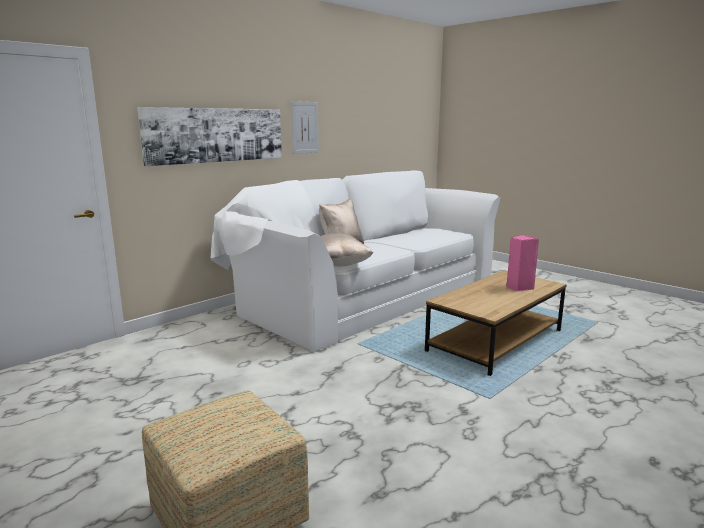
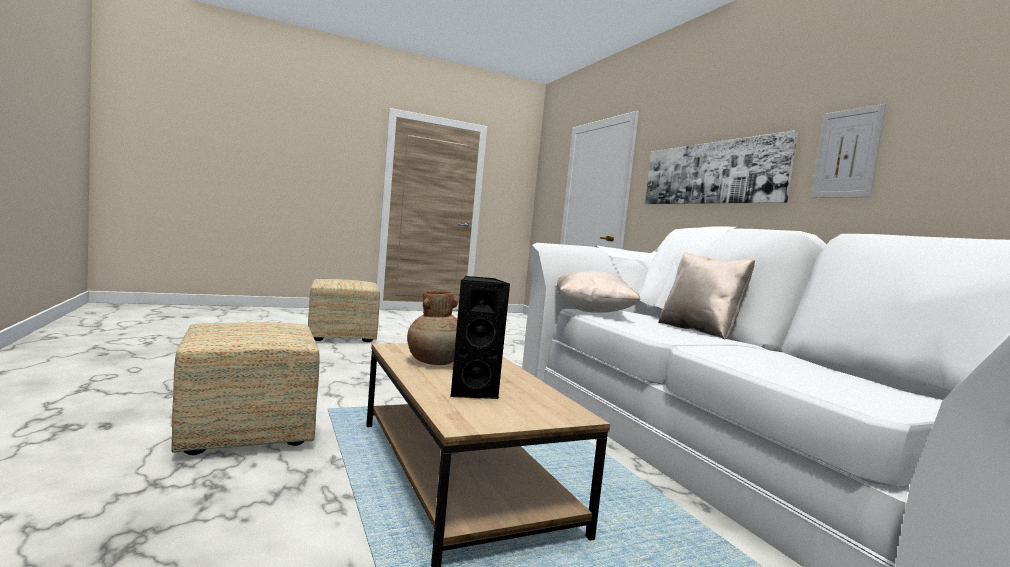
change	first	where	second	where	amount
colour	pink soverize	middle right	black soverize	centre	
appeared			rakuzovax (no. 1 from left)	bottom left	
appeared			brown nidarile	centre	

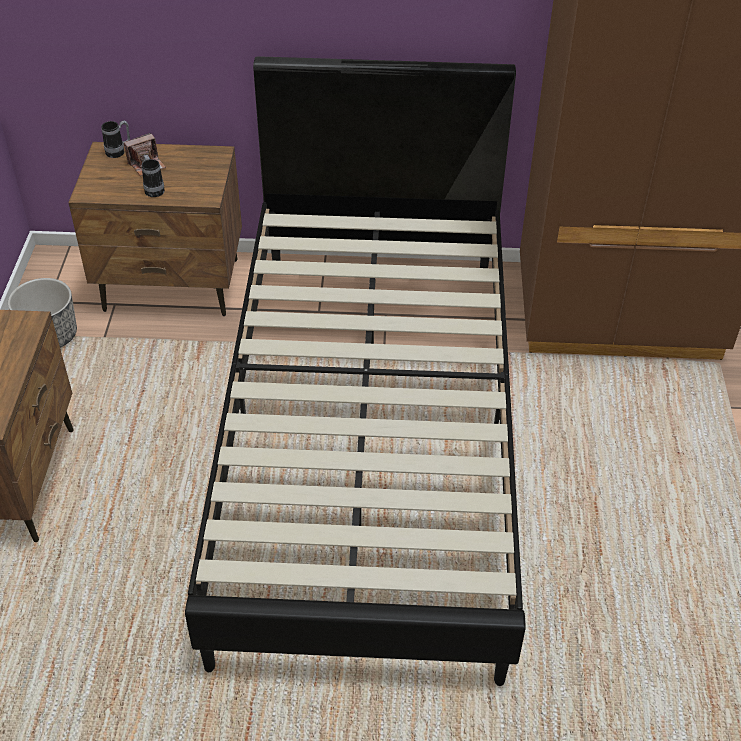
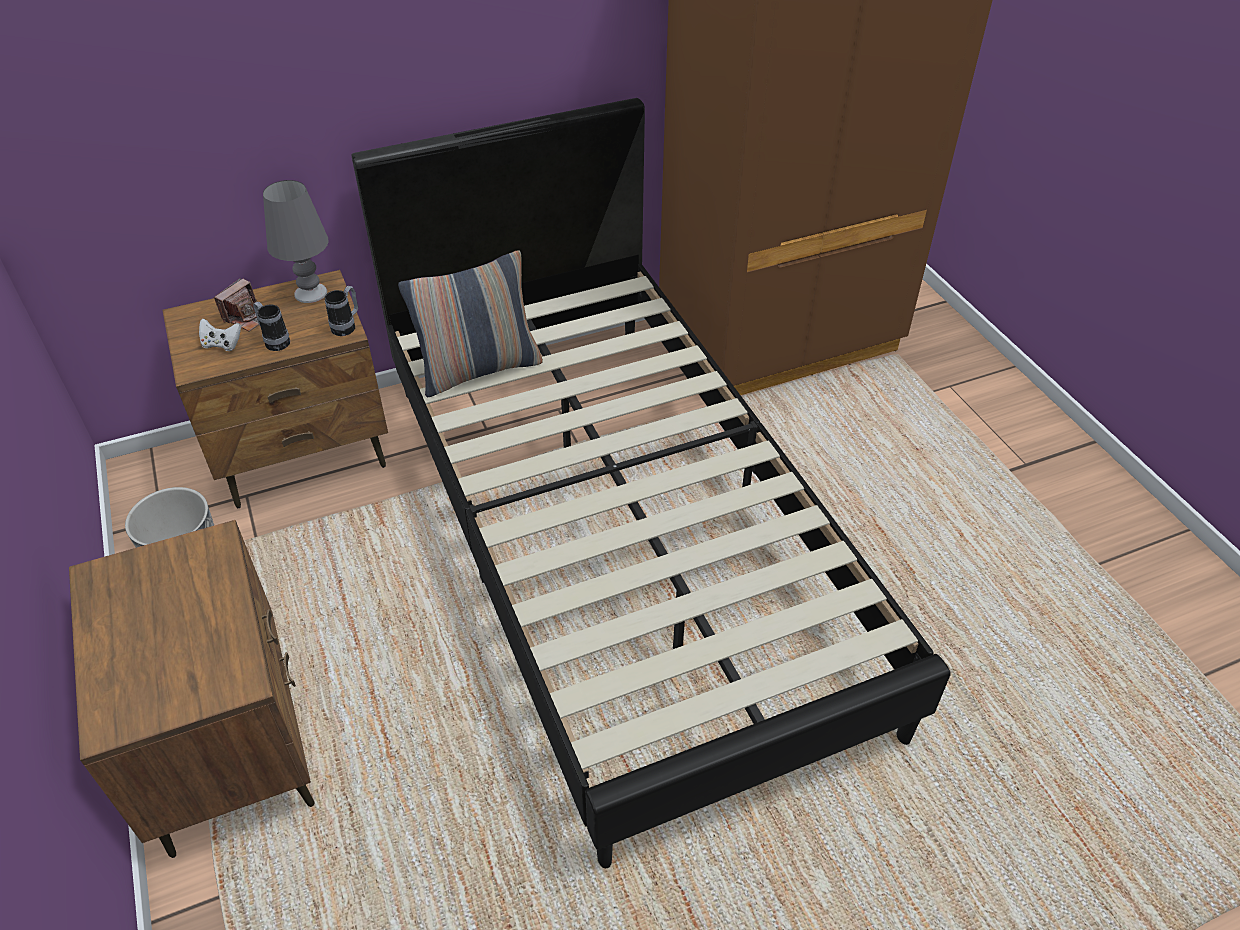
change	first	where	second	where	amount
relocated	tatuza (no. 1 from left in the first image)	top left	tatuza (no. 2 from left)	middle left	
appeared			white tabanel	middle left	
appeared			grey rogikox	top left	
appeared			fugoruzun	centre	

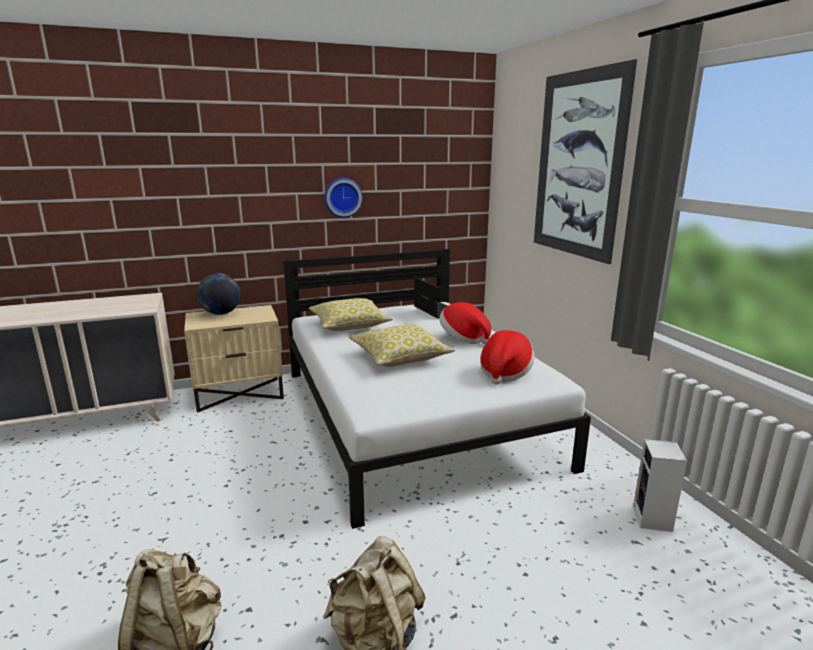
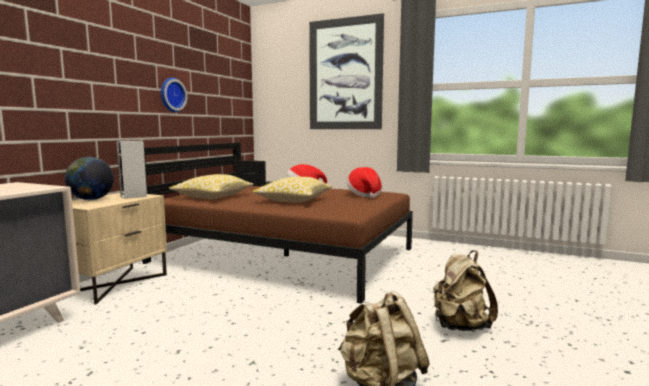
change	first	where	second	where	amount
colour	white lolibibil	centre	brown lolibibil	centre	
relocated	soverize	bottom right		middle left	

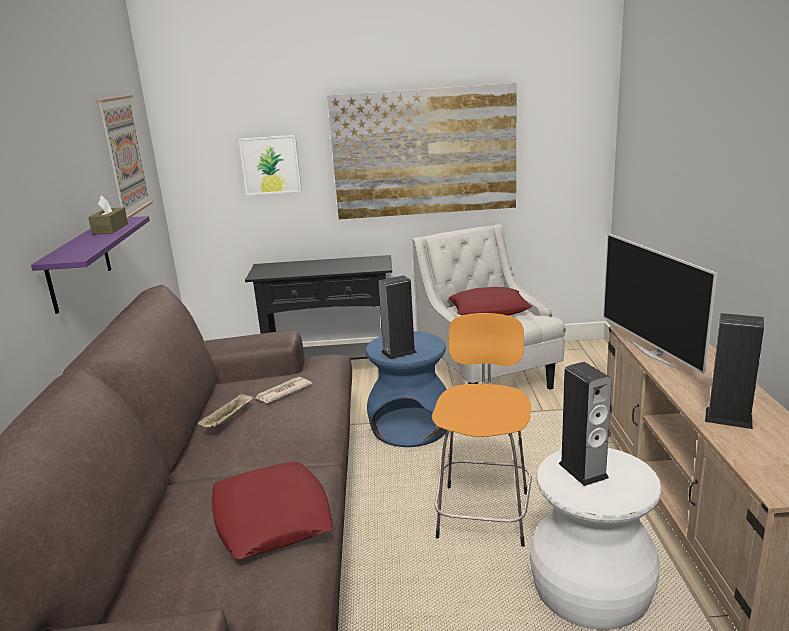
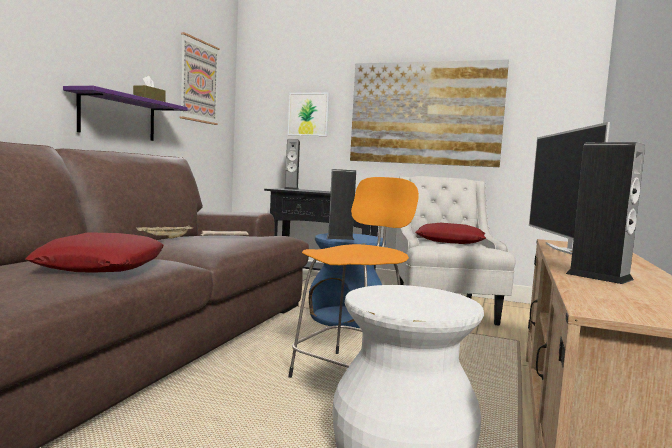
change	first	where	second	where	amount
relocated	soverize (no. 2 from left in the first image)	bottom right	soverize (no. 1 from left)	centre	

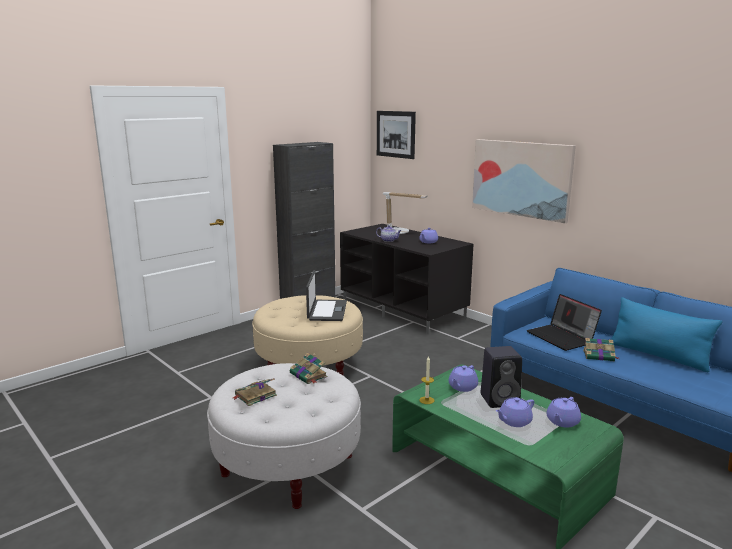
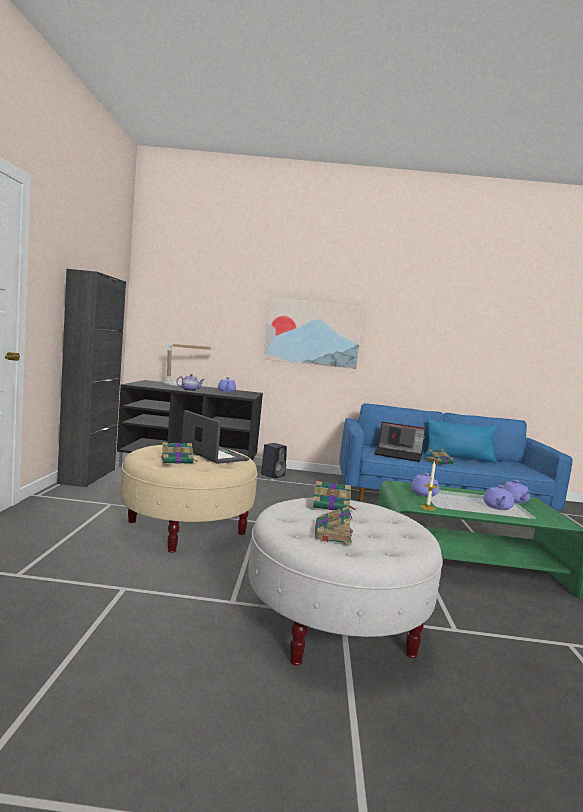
change	first	where	second	where	amount
missing	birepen (no. 1 from left)	top centre			
relocated	black soverize	bottom right		centre	
appeared			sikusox (no. 1 from left)	middle left	

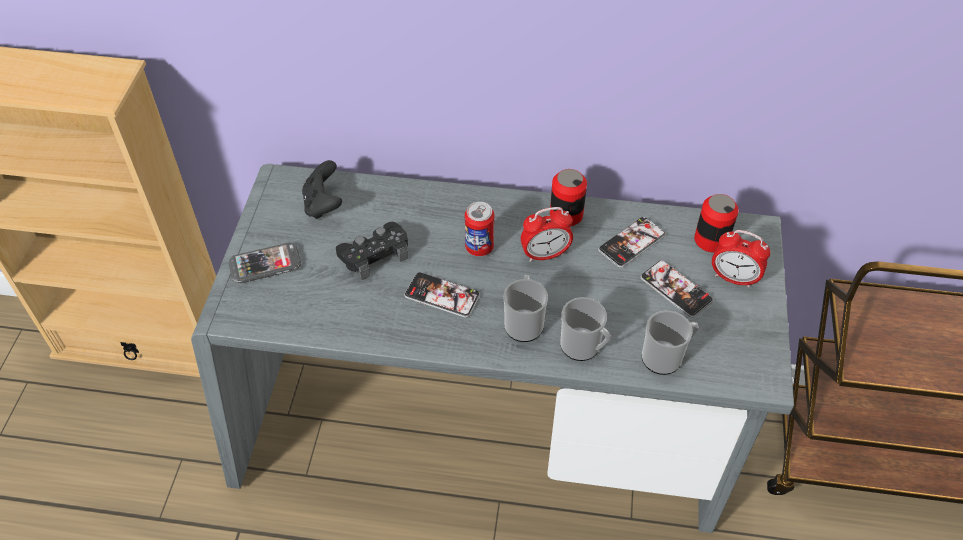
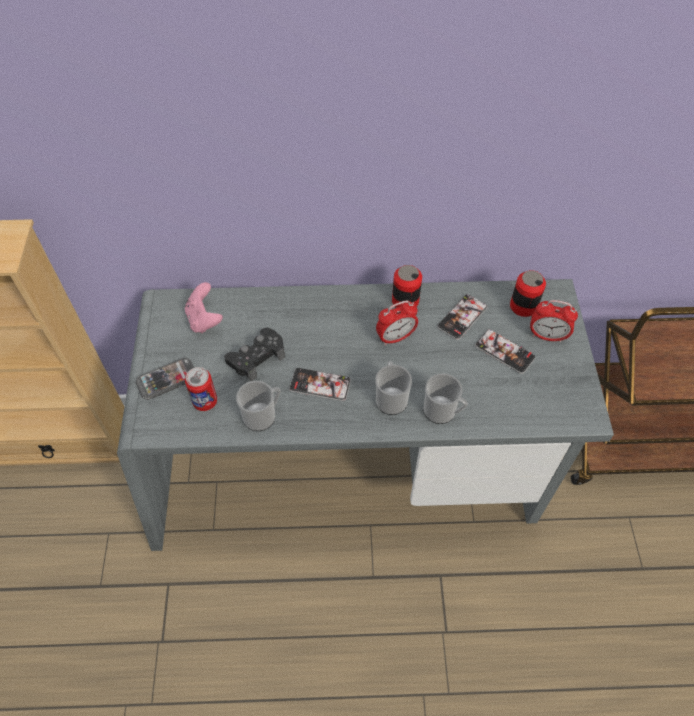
change	first	where	second	where	amount
colour	black tabanel (no. 1 from left)	centre	pink tabanel	middle left	
relocated	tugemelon (no. 1 from left)	centre		middle left	
relocated	tatuza (no. 3 from left in the first image)	middle right	tatuza (no. 1 from left)	centre	

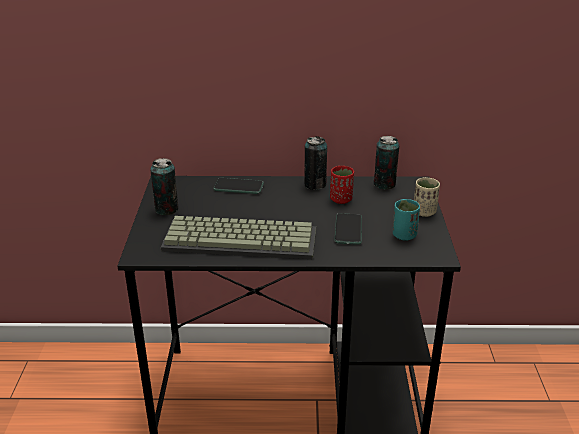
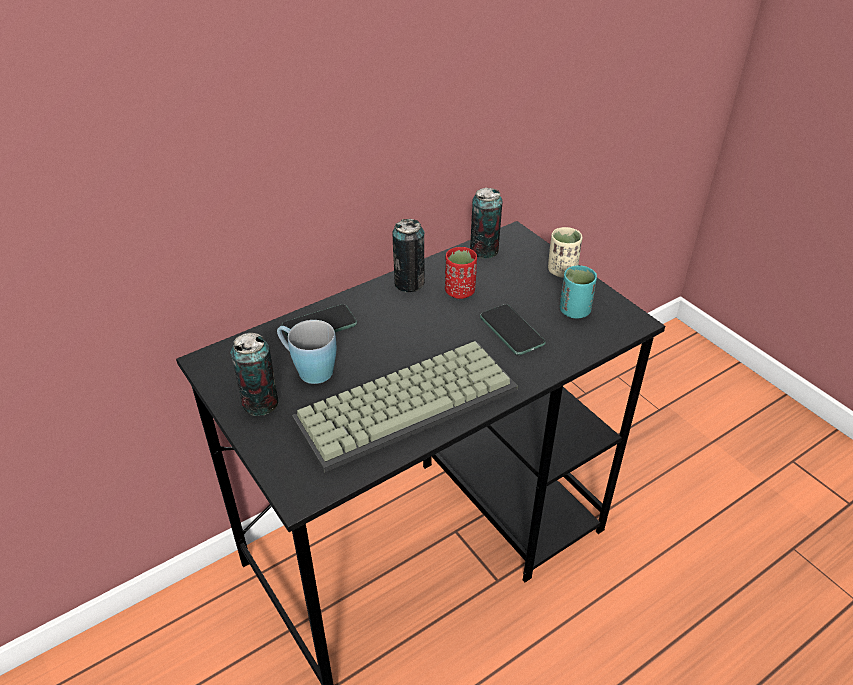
change	first	where	second	where	amount
appeared			blue tatuza	centre	

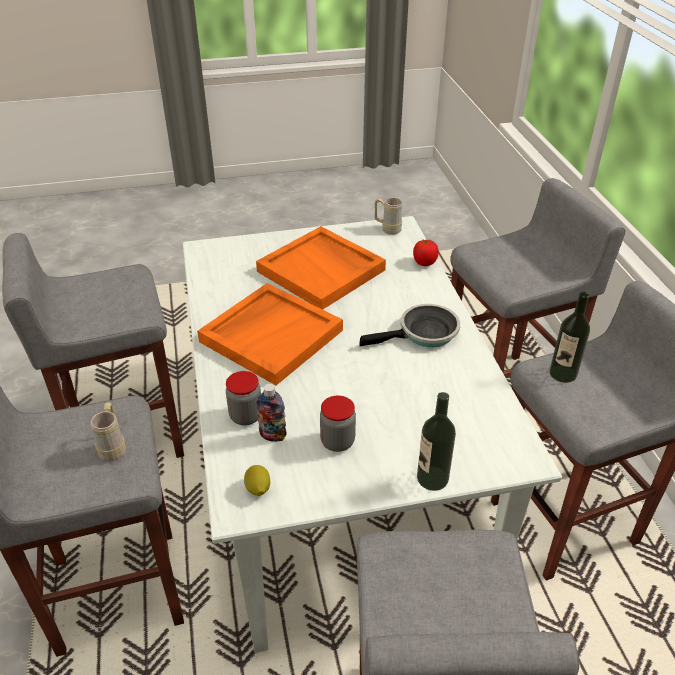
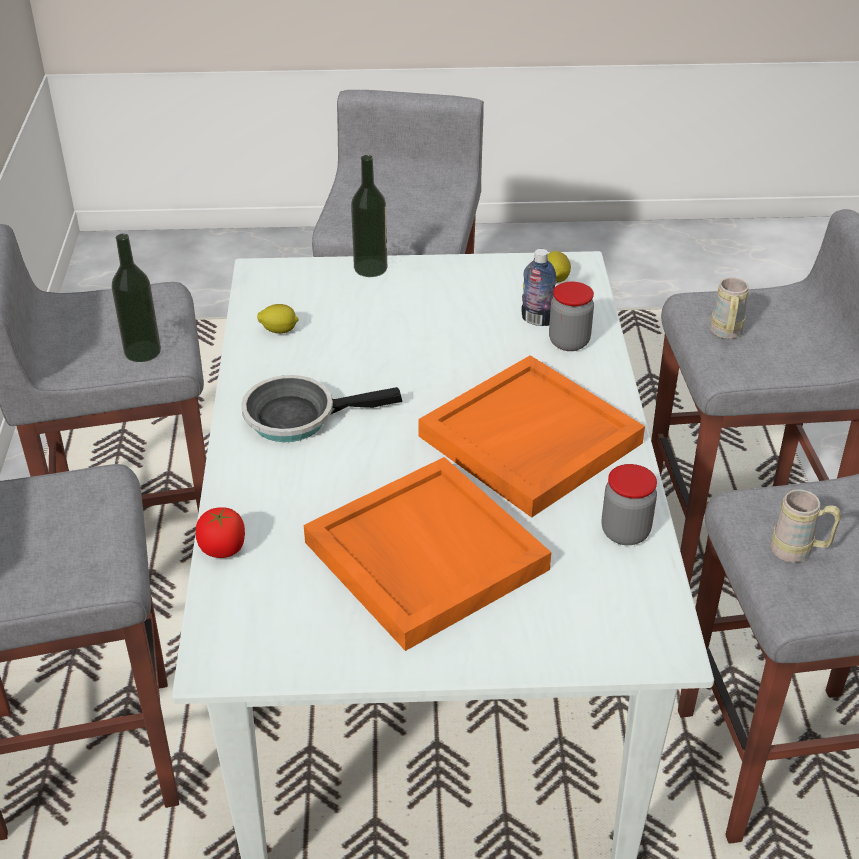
change	first	where	second	where	amount
relocated	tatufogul (no. 2 from left)	centre		middle right	
relocated	beige tatuza (no. 2 from left)	top centre		middle right	
appeared			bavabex (no. 1 from left)	middle left	

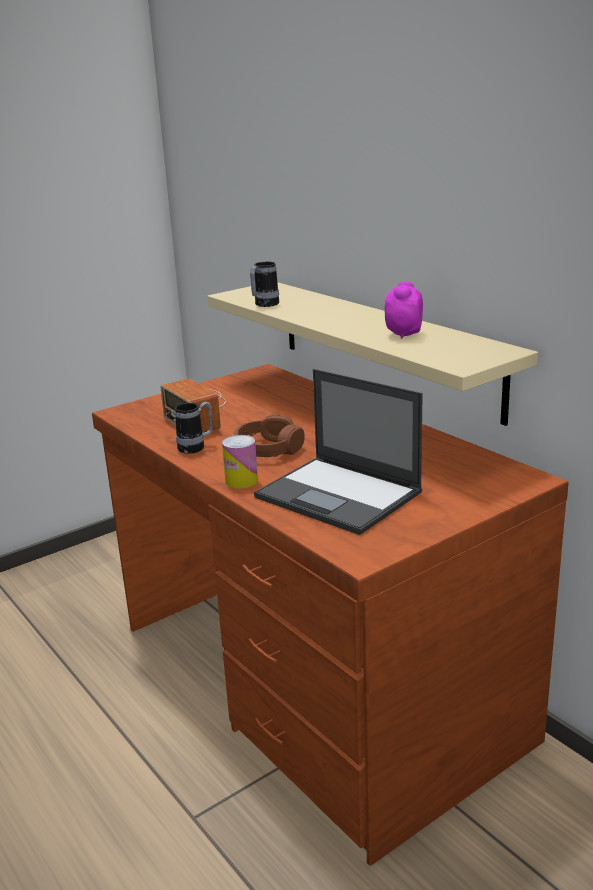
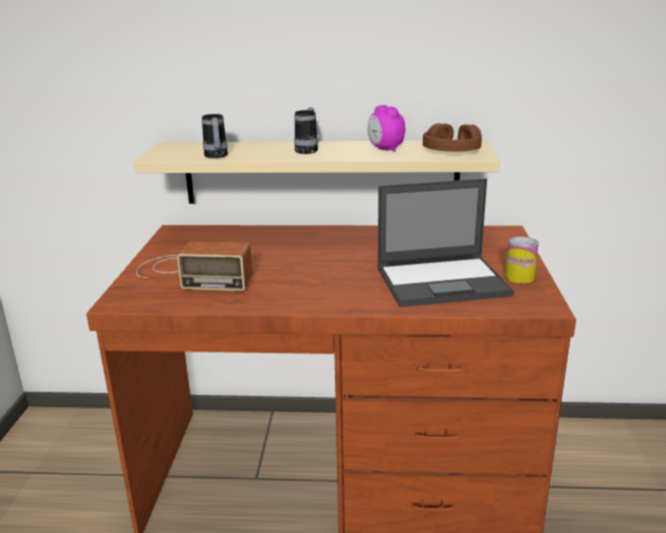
change	first	where	second	where	amount
relocated	tatuza (no. 1 from left in the first image)	middle left	tatuza (no. 2 from left)	top centre	
relocated	tugemelon	centre		middle right	
relocated	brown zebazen	centre		top right	

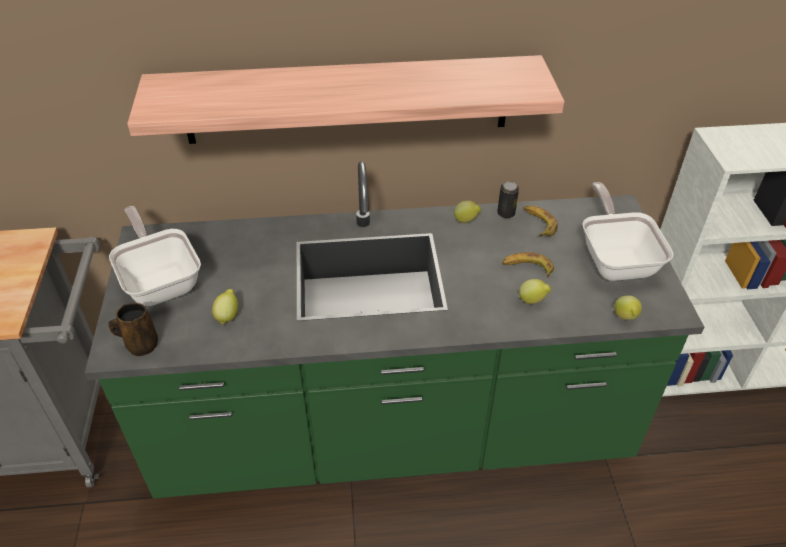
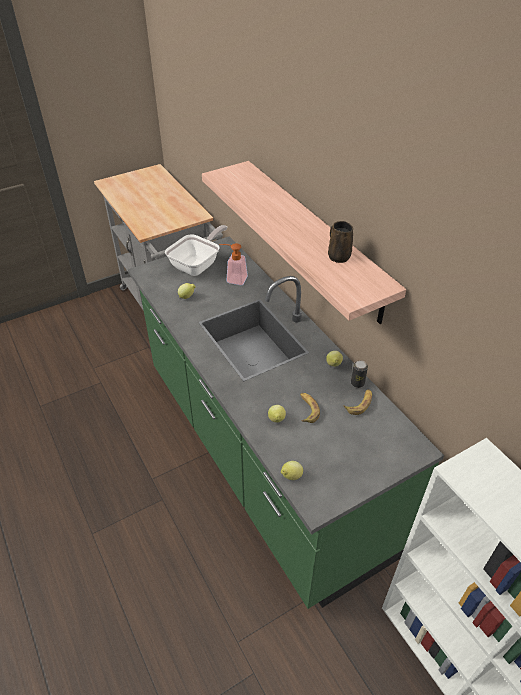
change	first	where	second	where	amount
relocated	brown tatuza	middle left		centre	
missing	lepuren (no. 2 from left)	middle right			
appeared			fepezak	centre	

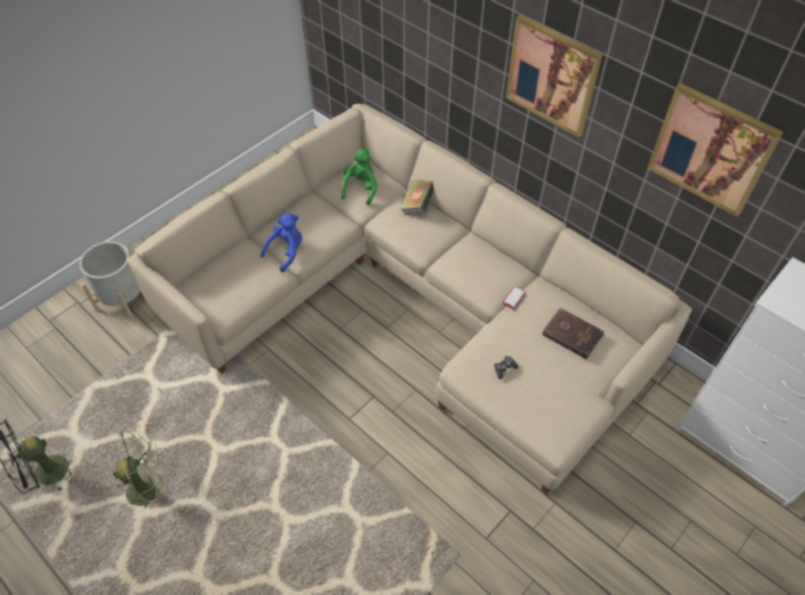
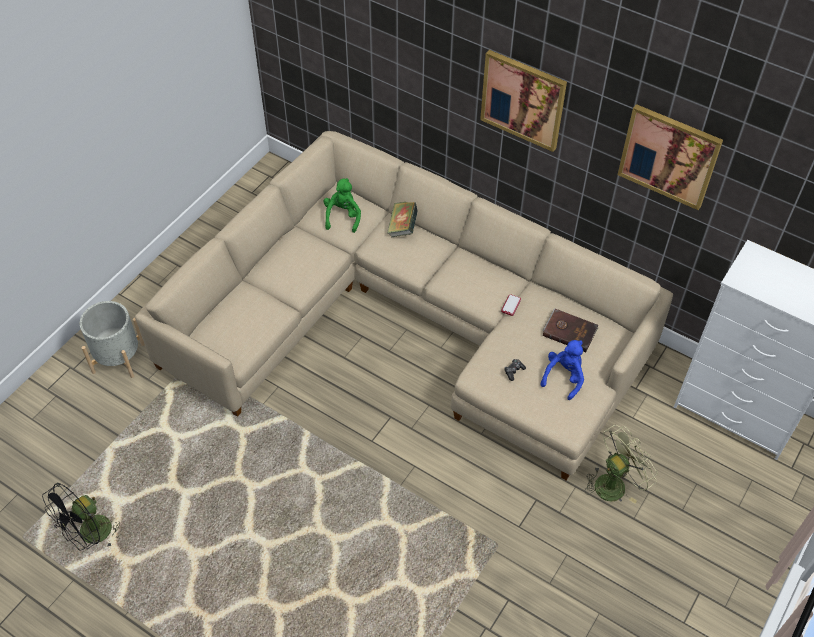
change	first	where	second	where	amount
relocated	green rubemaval	bottom left		bottom right	
relocated	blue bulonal	centre		middle right	

